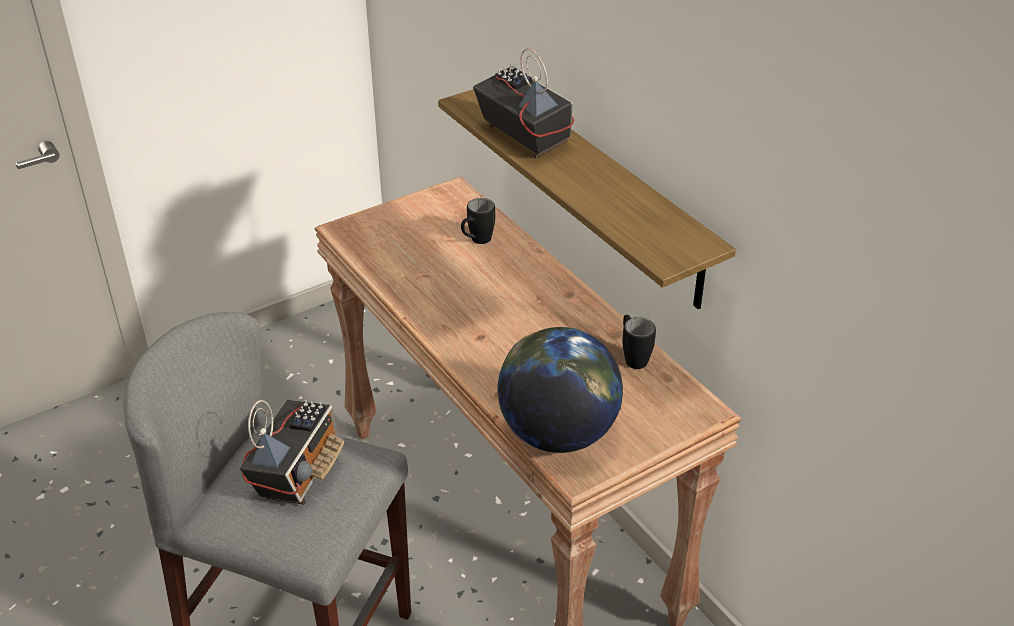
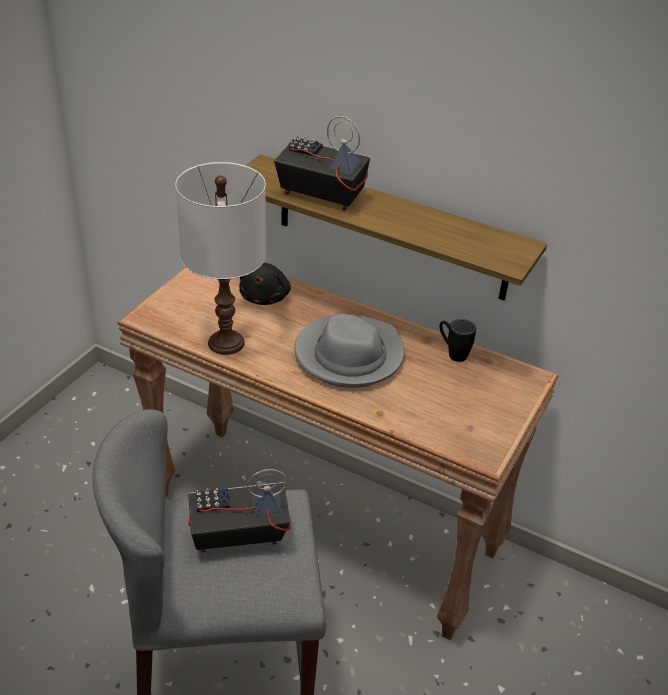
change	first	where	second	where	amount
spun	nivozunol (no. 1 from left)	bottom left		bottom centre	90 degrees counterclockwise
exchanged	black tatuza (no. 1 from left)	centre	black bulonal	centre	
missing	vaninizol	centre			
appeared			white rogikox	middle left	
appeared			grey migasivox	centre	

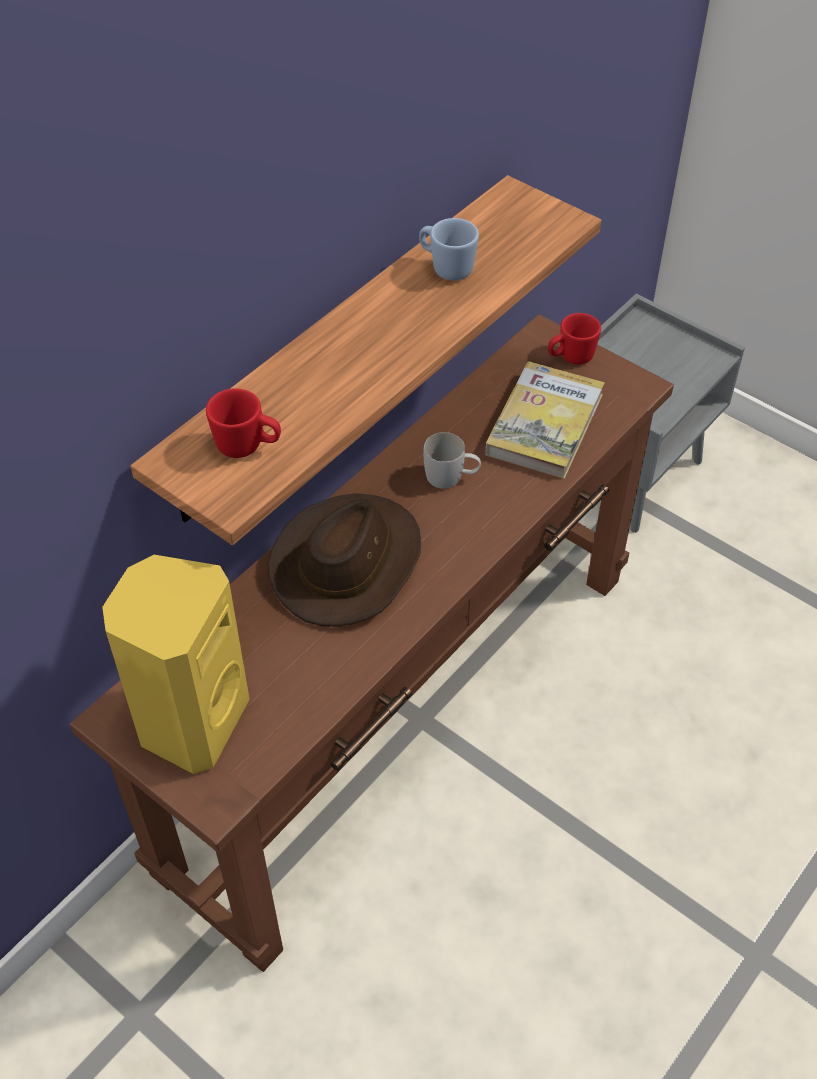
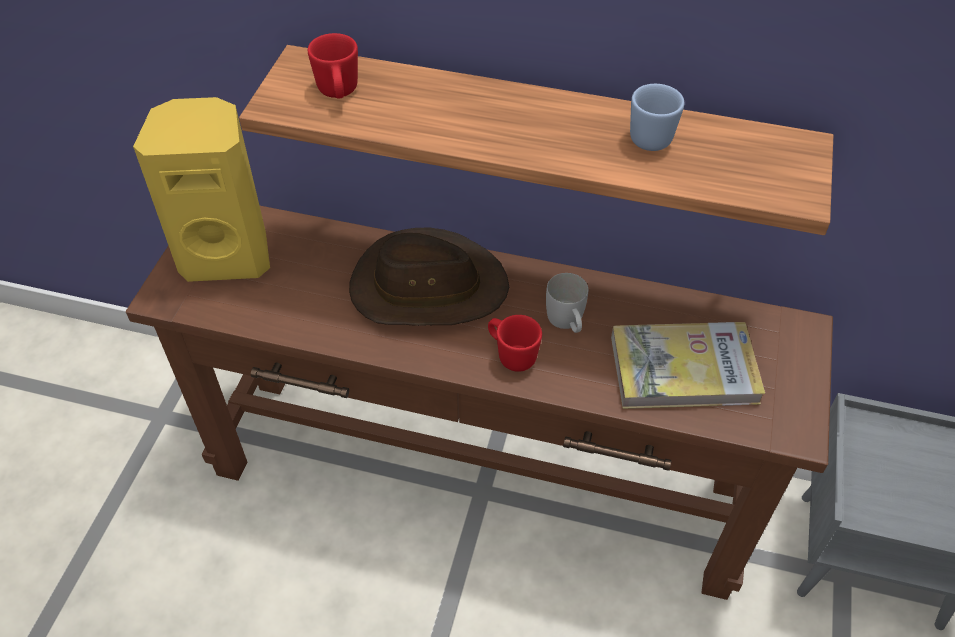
change	first	where	second	where	amount
relocated	red tatuza (no. 2 from left)	top right		centre	

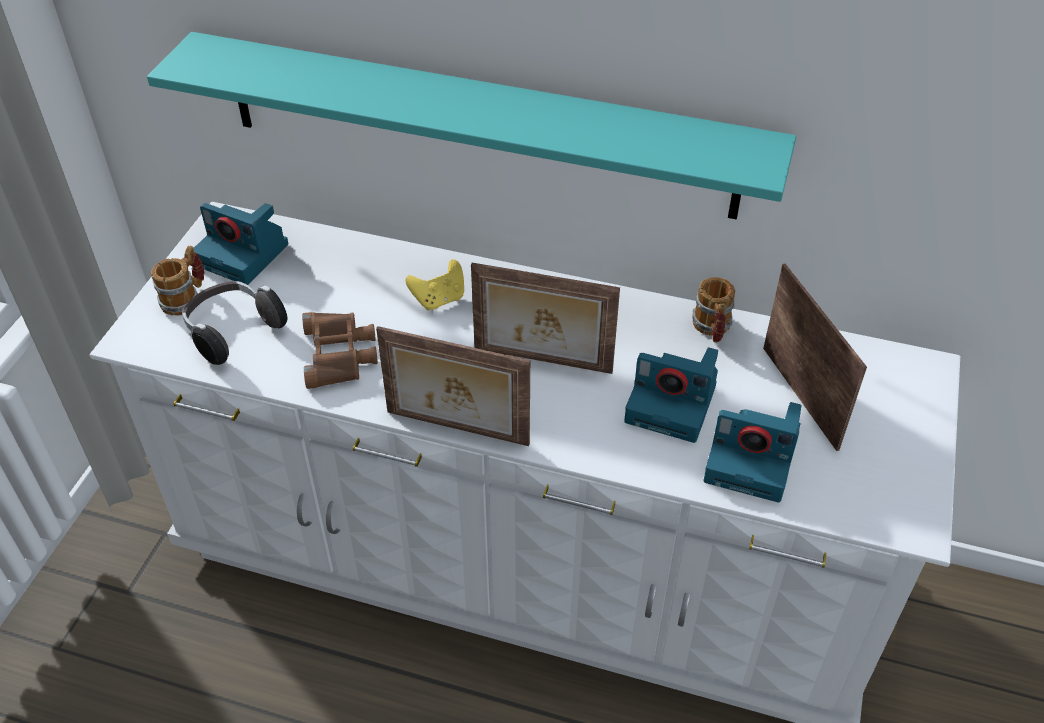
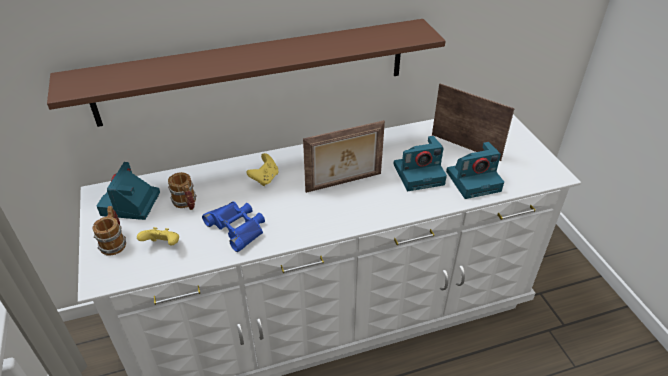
change	first	where	second	where	amount
colour	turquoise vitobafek	top centre	brown vitobafek	top centre	
exchanged	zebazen	middle left	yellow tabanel (no. 1 from left)	middle left	
spun	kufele (no. 1 from left)	middle left		middle left	105 degrees clockwise
colour	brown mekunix	middle left	blue mekunix	centre	
missing	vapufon (no. 1 from left)	centre			
relocated	tatuza (no. 2 from left)	middle right		middle left	

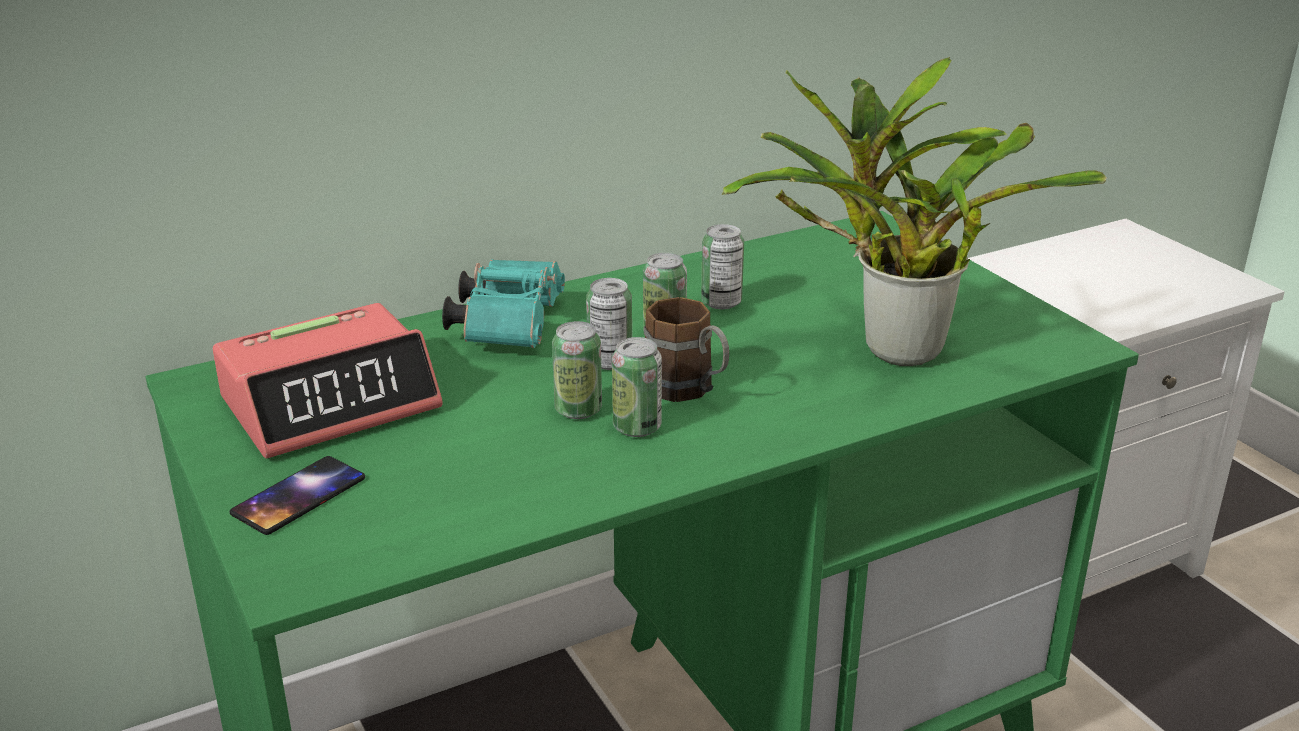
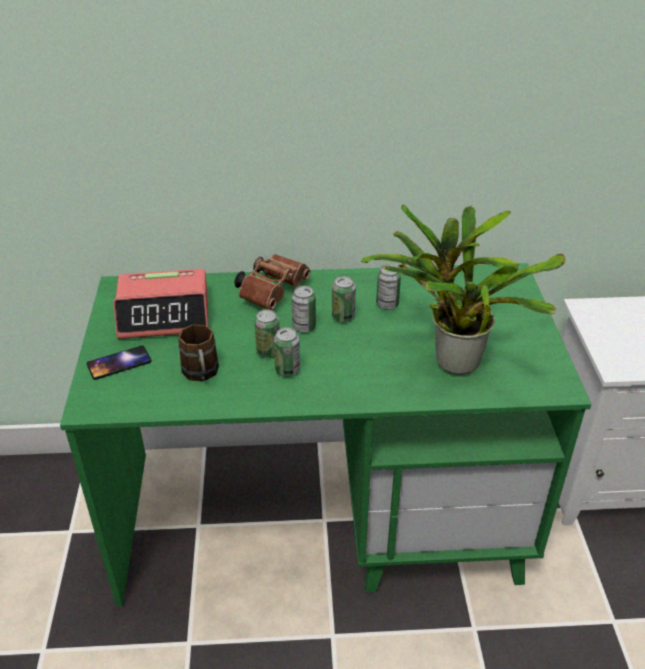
change	first	where	second	where	amount
colour	turquoise mekunix	centre	brown mekunix	centre	
relocated	brown tatuza	centre		middle left	

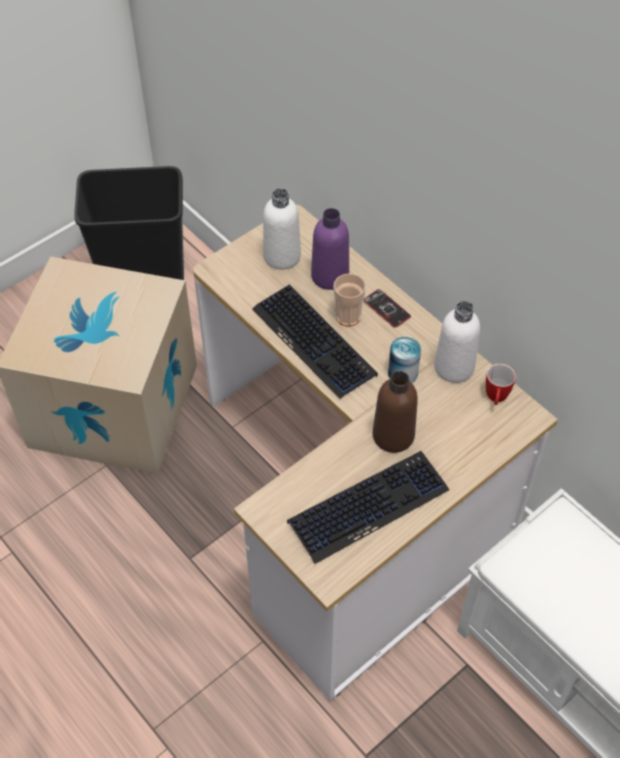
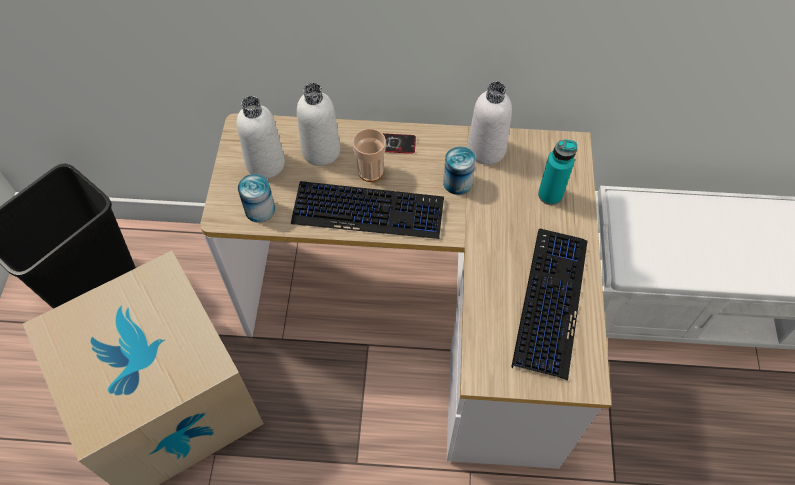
change	first	where	second	where	amount
colour	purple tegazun	top centre	white tegazun (no. 2 from left)	top centre	
missing	brown tegazun	centre			
missing	tatuza	middle right			
appeared			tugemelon (no. 1 from left)	middle left	
appeared			turquoise tegazun	middle right	

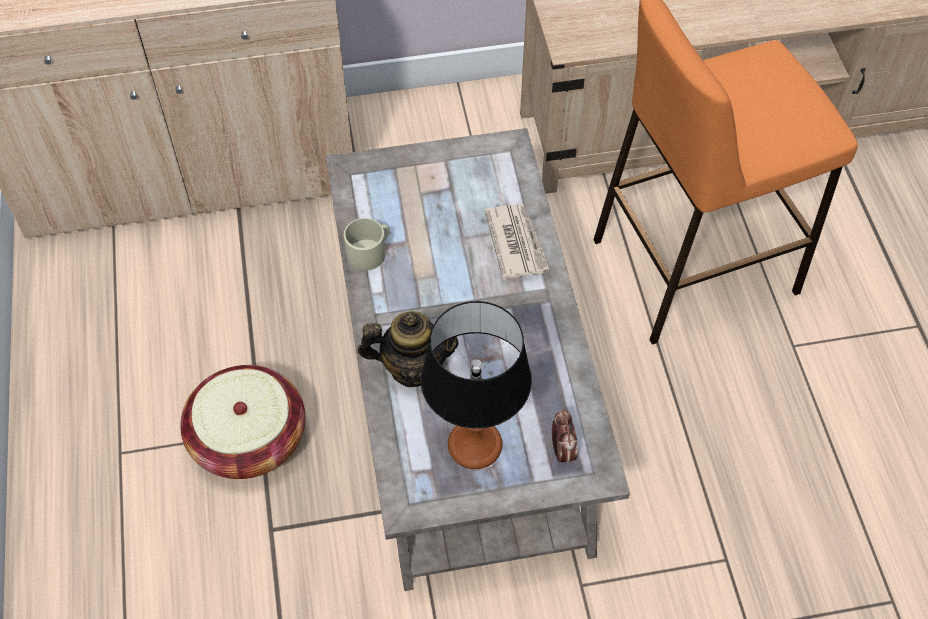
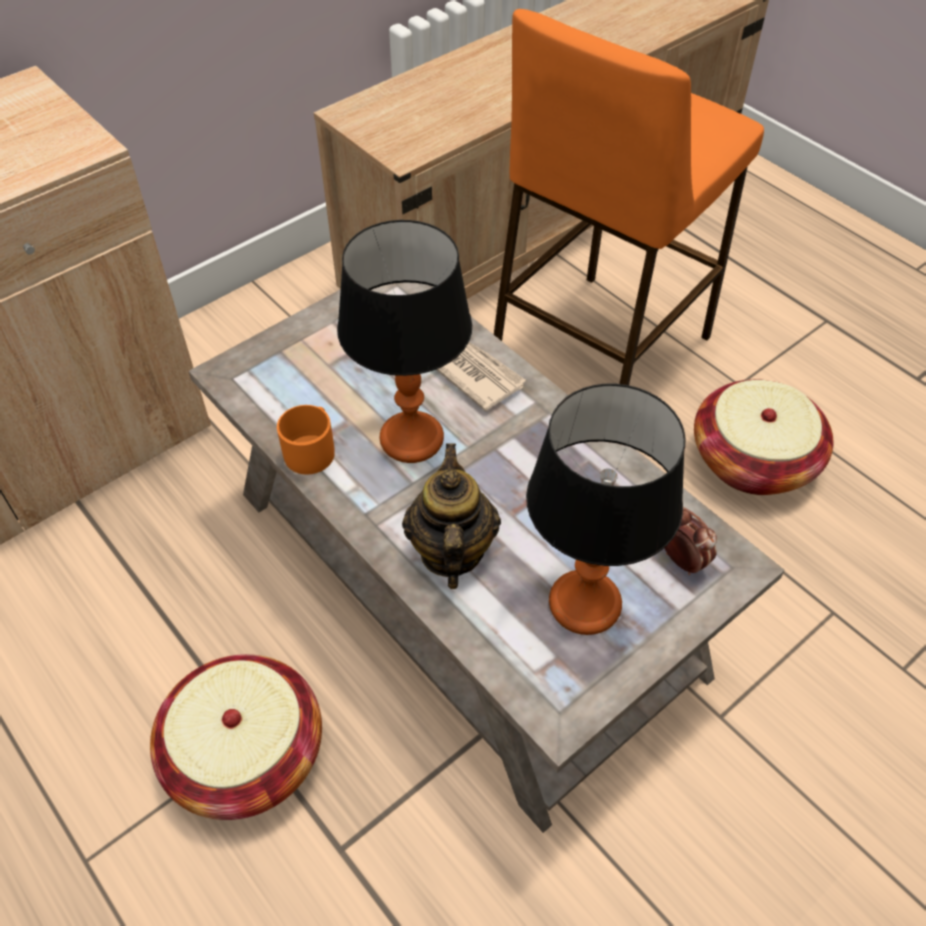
change	first	where	second	where	amount
colour	beige tatuza	centre	orange tatuza	middle left	
spun	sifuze	centre		centre	60 degrees counterclockwise
appeared			rogikox (no. 1 from left)	centre	
appeared			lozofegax (no. 2 from left)	middle right	

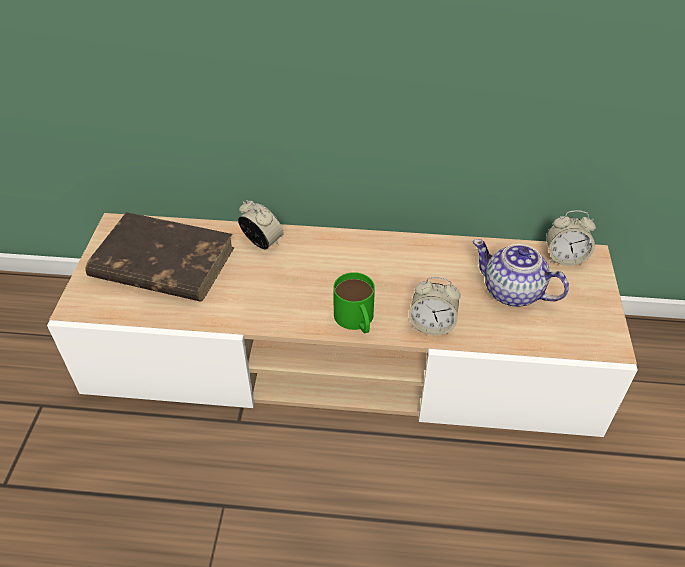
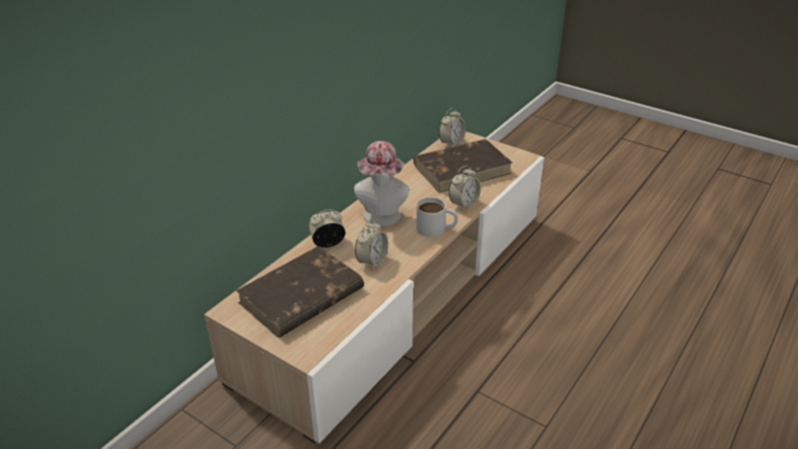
change	first	where	second	where	amount
colour	green tatuza	centre	white tatuza	centre	
exchanged	sifuze	middle right	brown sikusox (no. 2 from left)	centre	
appeared			migasivox	centre	
appeared			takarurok (no. 2 from left)	centre	

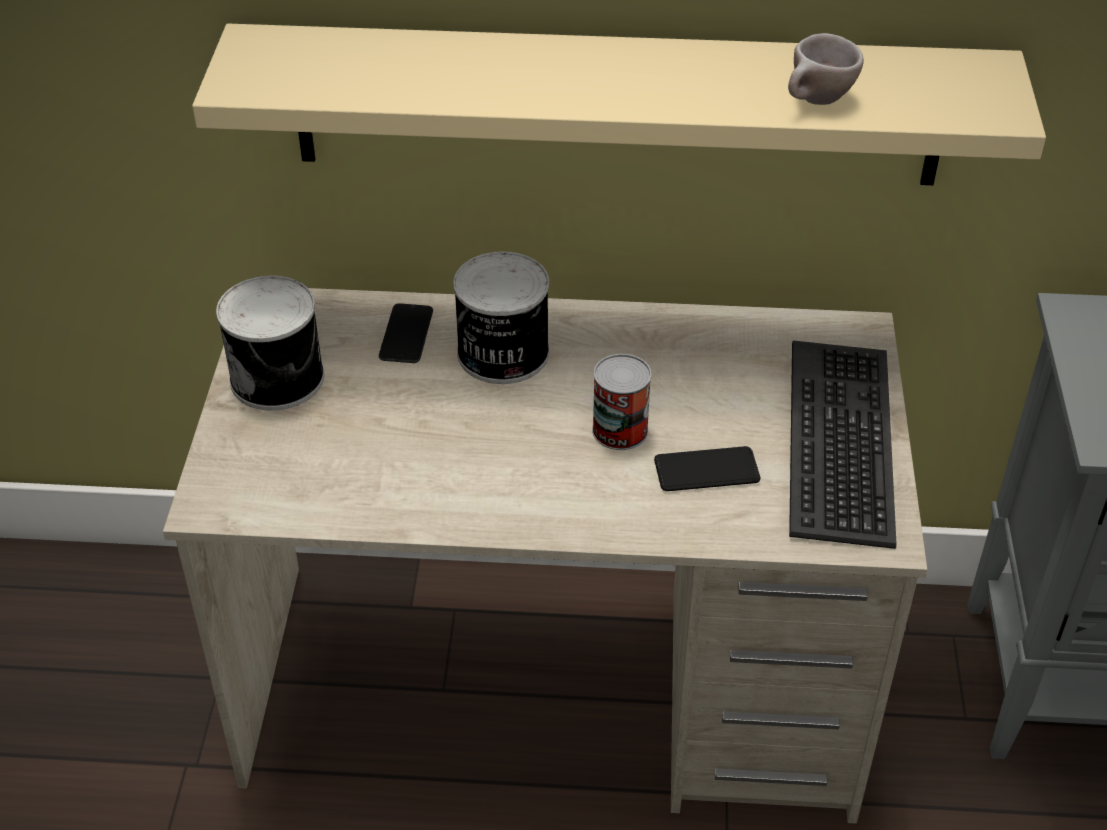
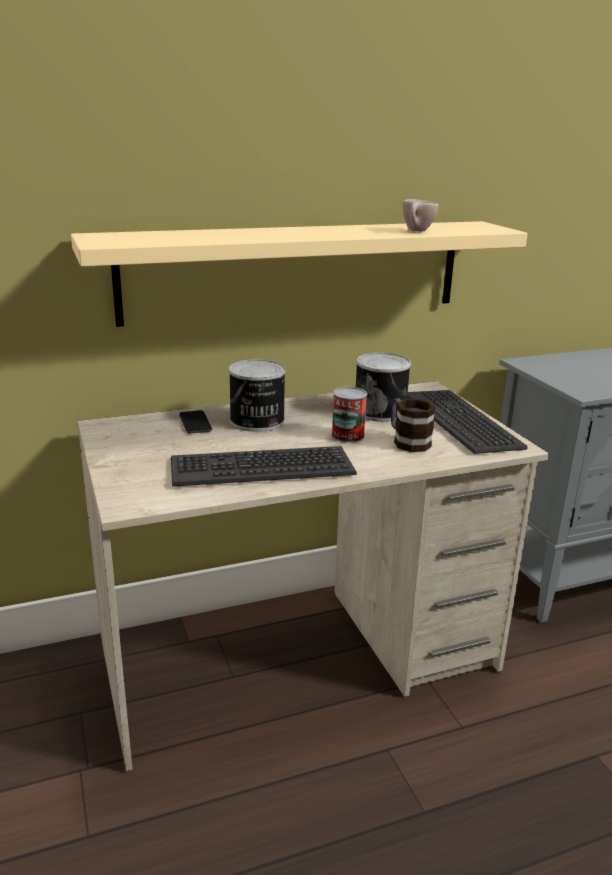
change	first	where	second	where	amount
relocated	tugemelon (no. 1 from left in the first image)	middle left	tugemelon (no. 3 from left)	centre	
exchanged	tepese (no. 2 from left)	centre	tatuza	middle right	
appeared			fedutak (no. 1 from left)	centre	

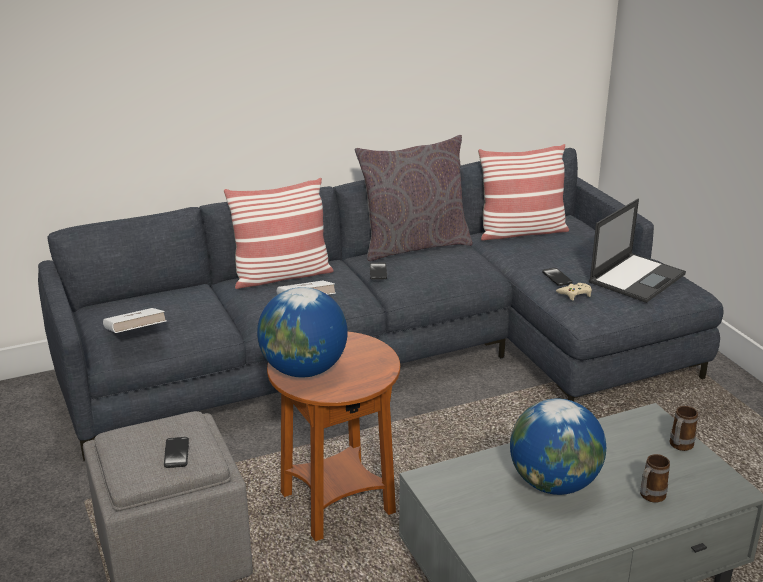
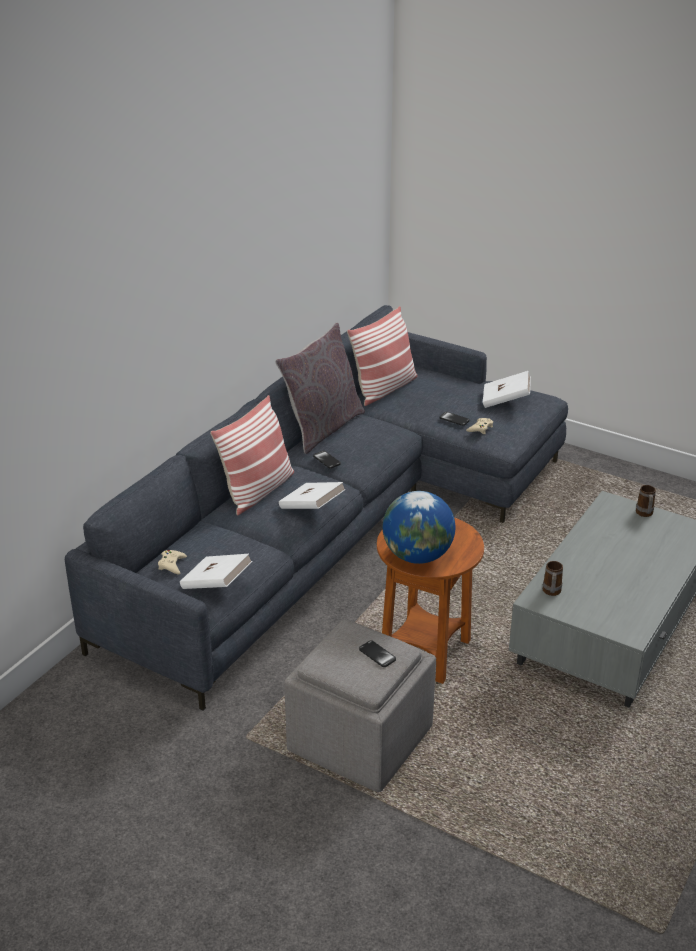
change	first	where	second	where	amount
missing	vaninizol (no. 2 from left)	bottom right			
exchanged	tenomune	middle right	white sikusox (no. 3 from left)	middle right	
relocated	tatuza (no. 1 from left)	bottom right		middle right	
appeared			beige tabanel (no. 1 from left)	middle left	

